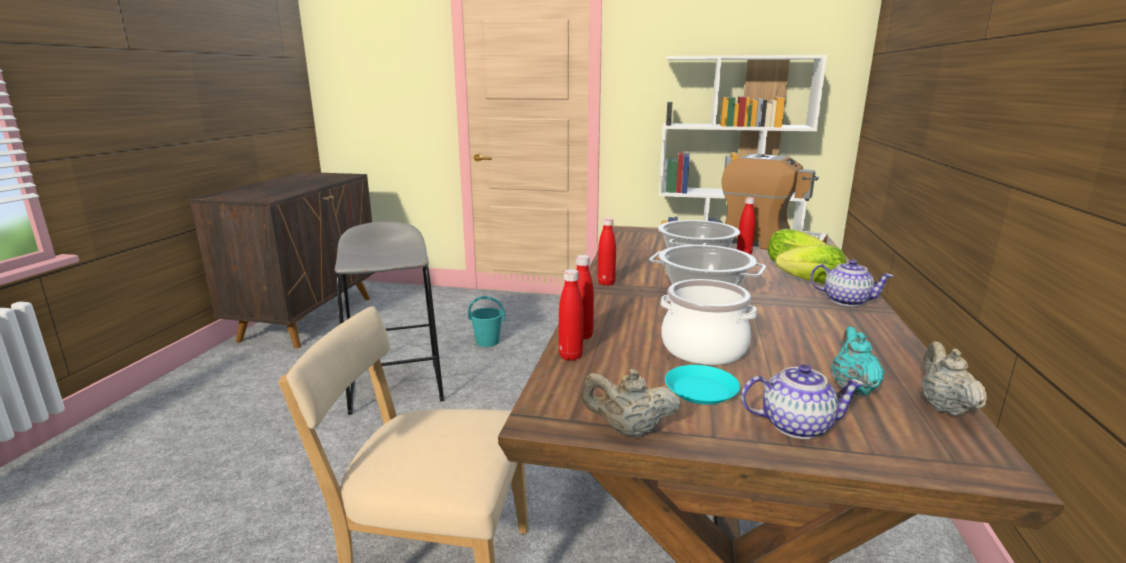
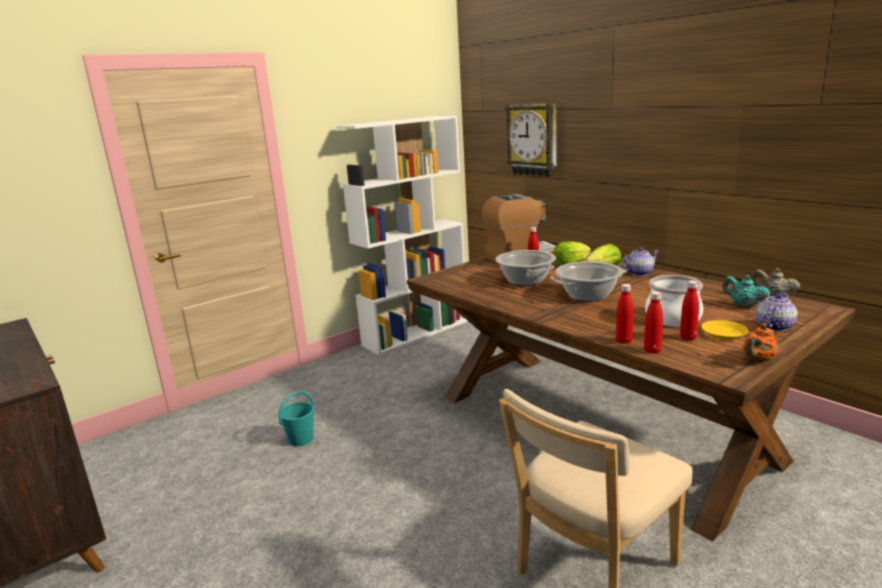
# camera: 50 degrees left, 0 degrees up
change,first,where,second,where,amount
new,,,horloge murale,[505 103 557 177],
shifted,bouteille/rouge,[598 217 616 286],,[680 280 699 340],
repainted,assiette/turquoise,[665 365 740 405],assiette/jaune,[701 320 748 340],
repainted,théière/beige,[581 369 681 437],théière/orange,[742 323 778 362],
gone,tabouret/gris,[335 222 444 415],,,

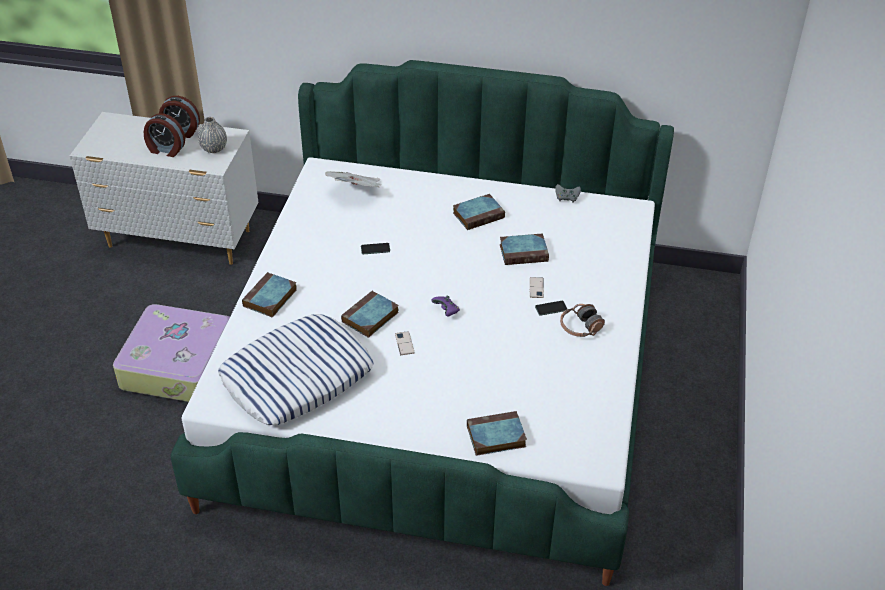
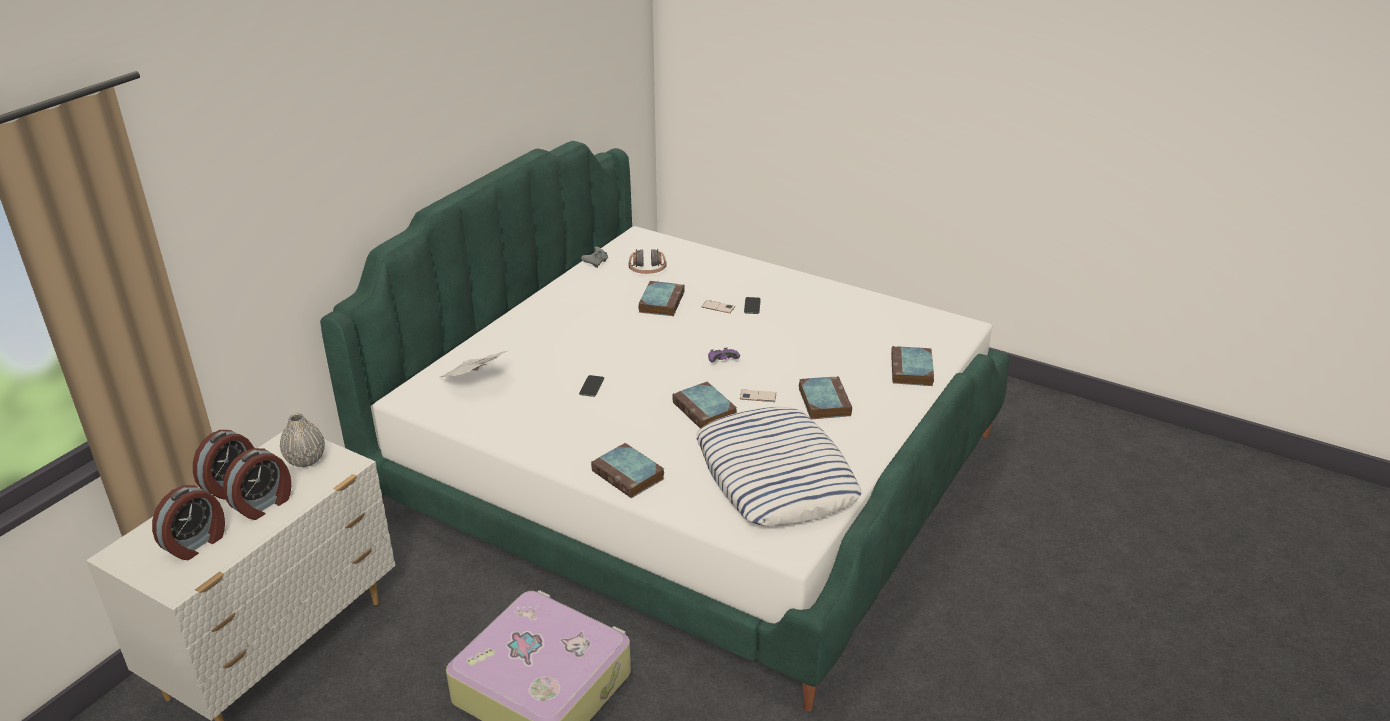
# camera: 70 degrees left, 10 degrees down
change,first,where,second,where,amount
new,,,réveil,[152 485 225 560],
shifted,casque audio,[560 304 605 337],,[628 249 667 274],
shifted,livre,[453 194 505 230],,[799 376 852 419],

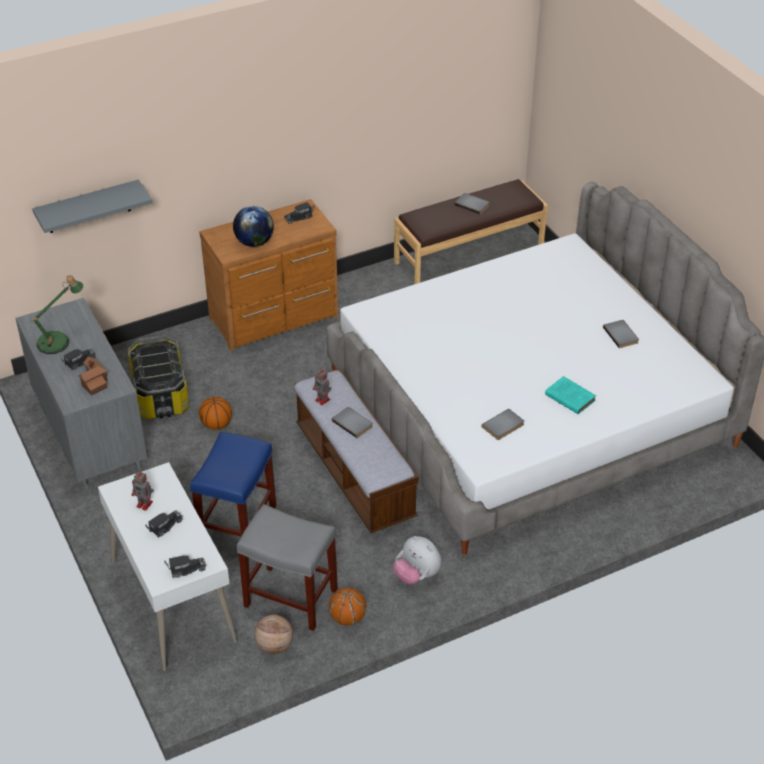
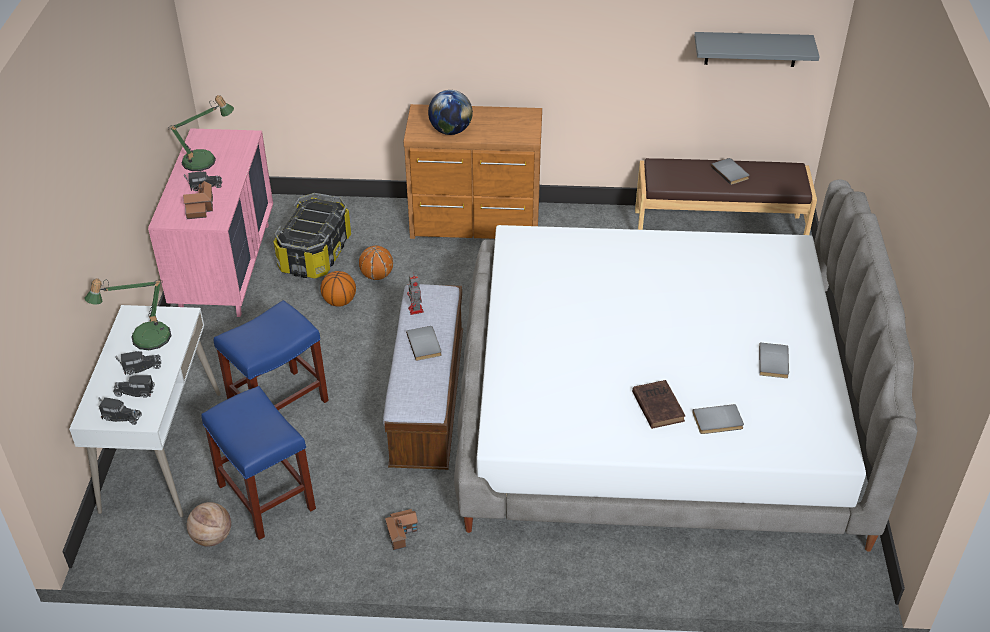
# camera: 30 degrees right, 0 degrees up
change,first,where,second,where,amount
swapped,robot jouet,[132 471 154 511],lampe de table,[84 279 172 350],
shifted,camion jouet,[284 202 315 224],,[113 375 155 398],
repainted,commode/gris,[15 298 147 490],commode/rose,[148 128 273 317],
repainted,tabouret/gris,[237 504 338 631],tabouret/bleu,[201 386 316 540],
shifted,ballon de basket,[329 587 366 626],,[359 246 393 280],
swapped,peluche,[393 536 441 585],maison miniature,[385 509 418 550],
repainted,livre/turquoise,[545 376 596 414],livre/marron,[632 380 685 429],
shifted,livre/gris,[482 408 524 440],,[692 404 744 434],
shifted,étagère/gris,[32 180 152 233],,[694 32 820 67],

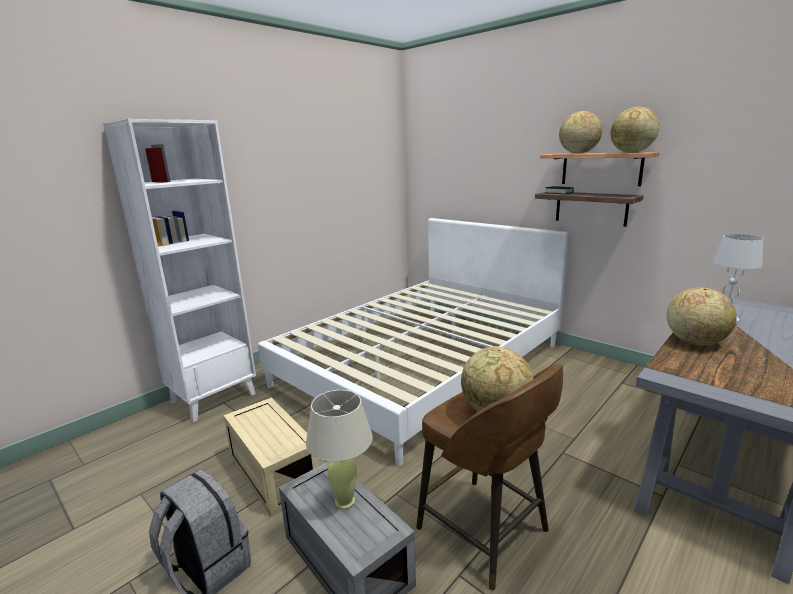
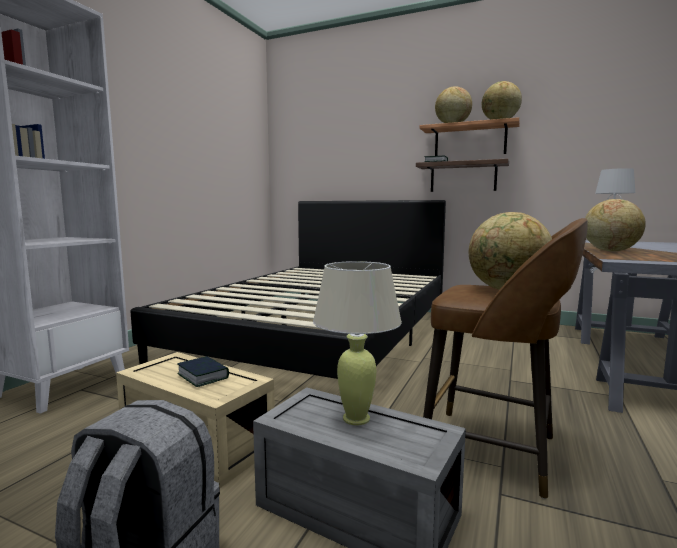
# camera: 20 degrees left, 10 degrees down
change,first,where,second,where,amount
repainted,lit/blanc,[258 218 570 466],lit/noir,[130 200 446 379],
new,,,livre,[177 356 229 387],

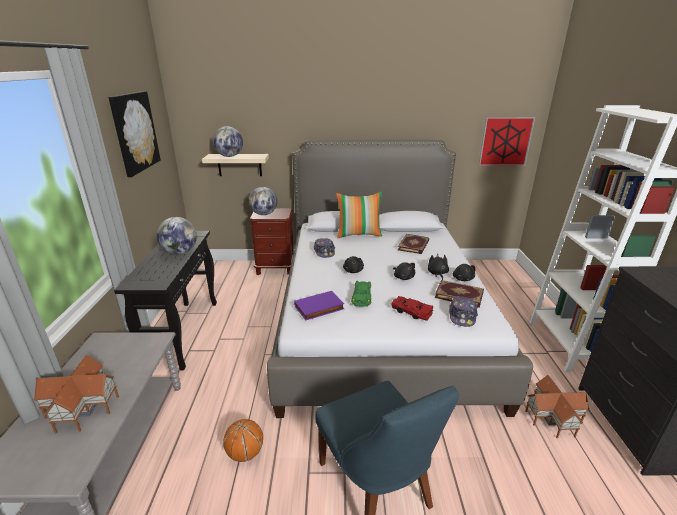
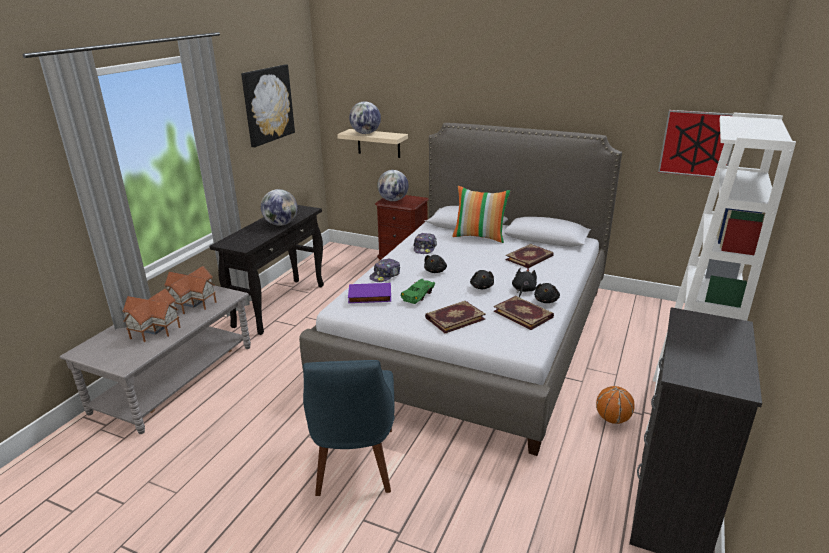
# camera: 25 degrees right, 0 degrees up
change,first,where,second,where,amount
shifted,maison miniature,[525 375 590 438],,[165 266 216 314],
shifted,casquette,[449 296 478 327],,[370 258 400 282],
swapped,petite voiture/rouge,[391 296 433 321],livre,[425 301 486 333],
shifted,ballon de basket,[223 419 263 462],,[596 386 635 424],

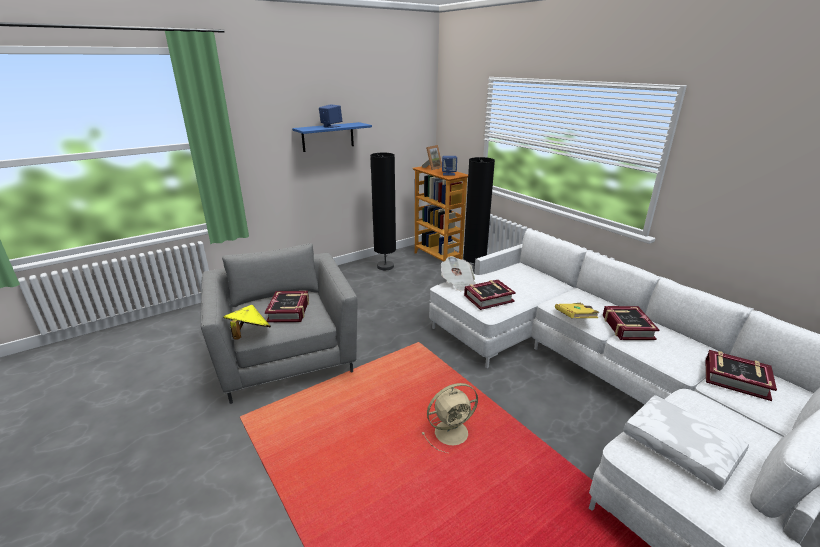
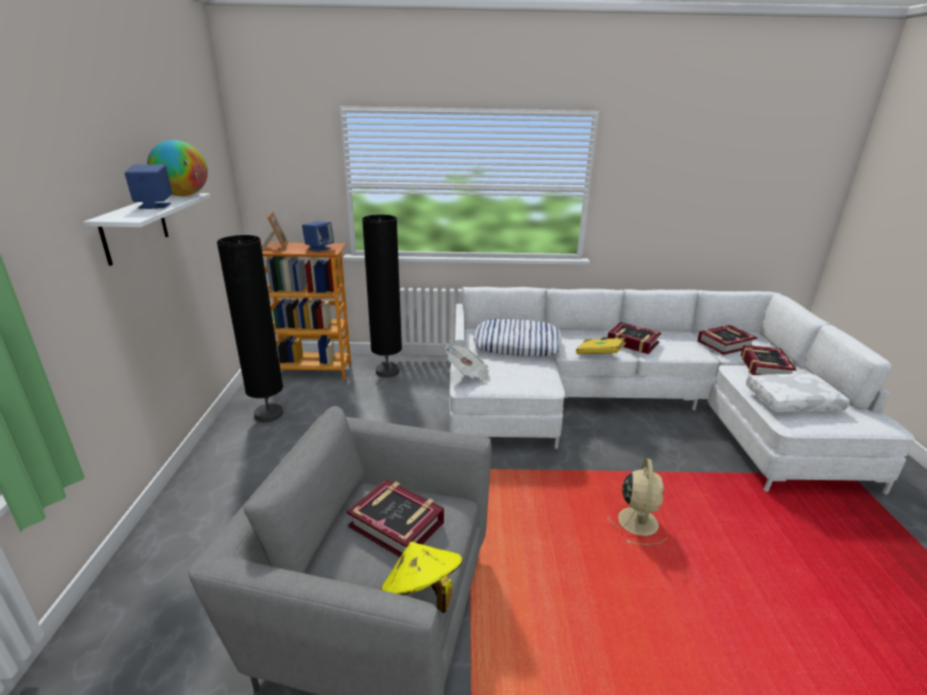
# camera: 55 degrees left, 0 degrees up
change,first,where,second,where,amount
repainted,étagère/bleu,[292 122 372 152],étagère/blanc,[83 193 211 266],
new,,,globe,[147 140 208 196],
new,,,coussin,[474 319 562 356],
shifted,livre,[464 280 516 310],,[741 345 797 375],

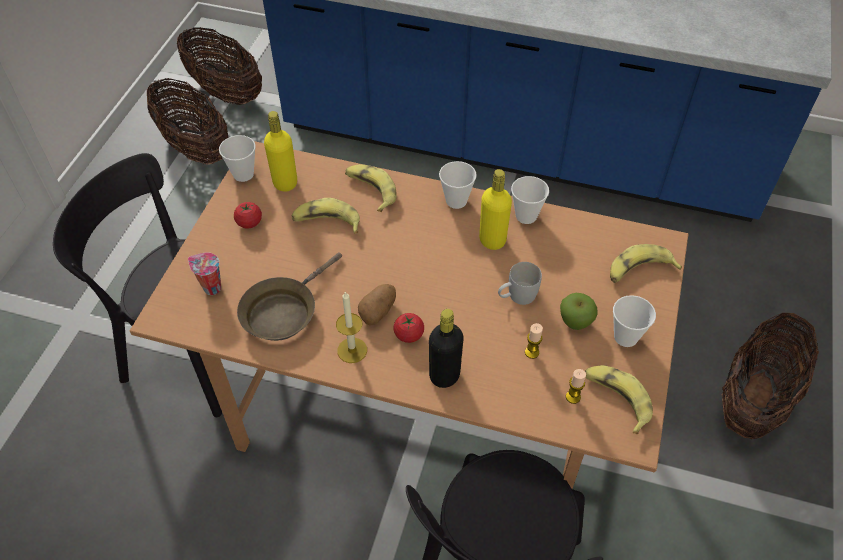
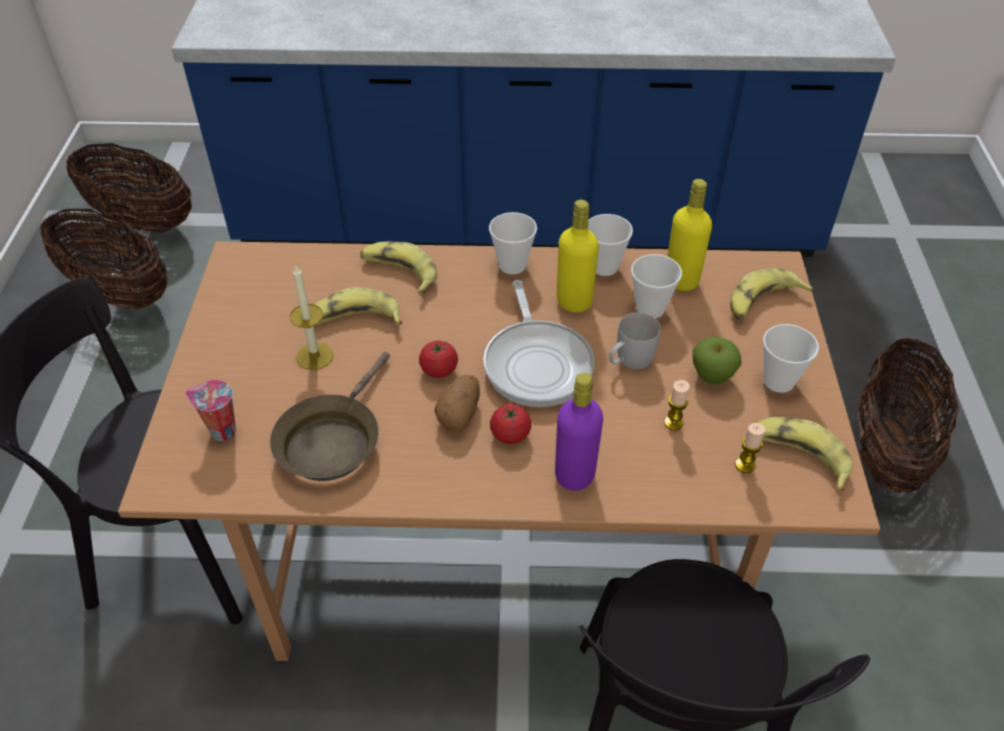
# camera: 15 degrees left, 5 degrees down
change,first,where,second,where,amount
shifted,bougie,[336 292 367 363],,[290 264 334 370],
shifted,tomate,[234 202 262 229],,[419 341 458 378],
new,,,poêle,[483 280 595 407],
repainted,bouteille/noir,[429 309 464 388],bouteille/violet,[555 373 603 491],
shifted,tasse,[219 135 256 182],,[631 254 682 318],
shifted,bouteille/jaune,[264 111 297 192],,[667 179 712 291],

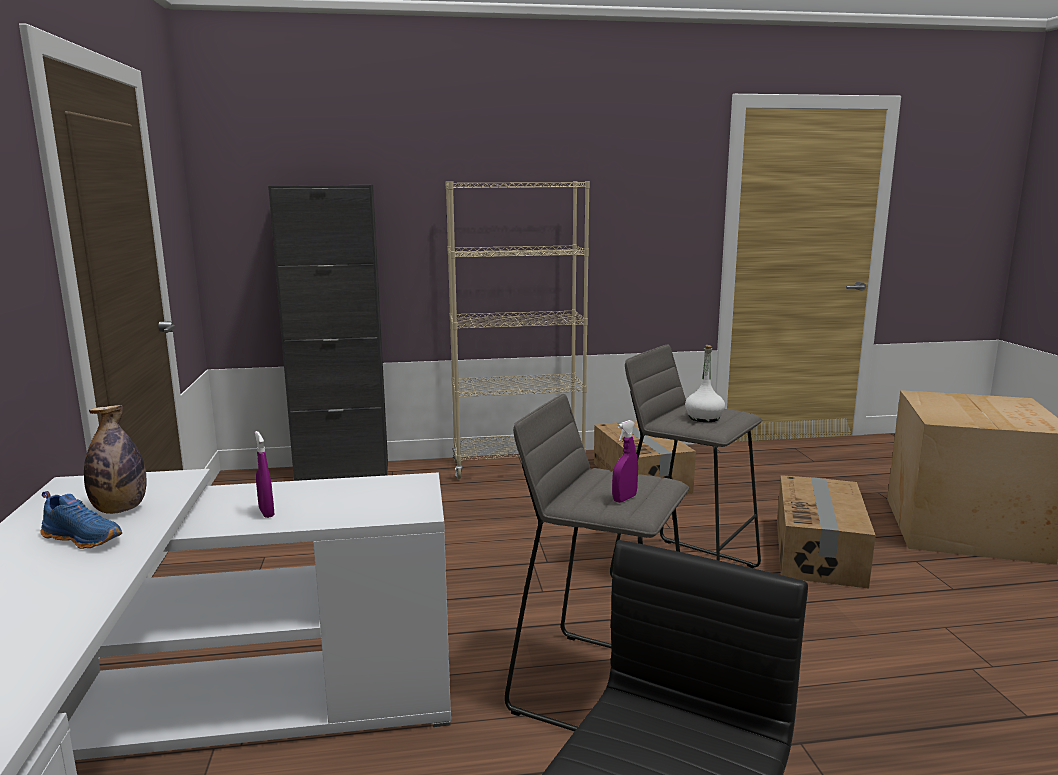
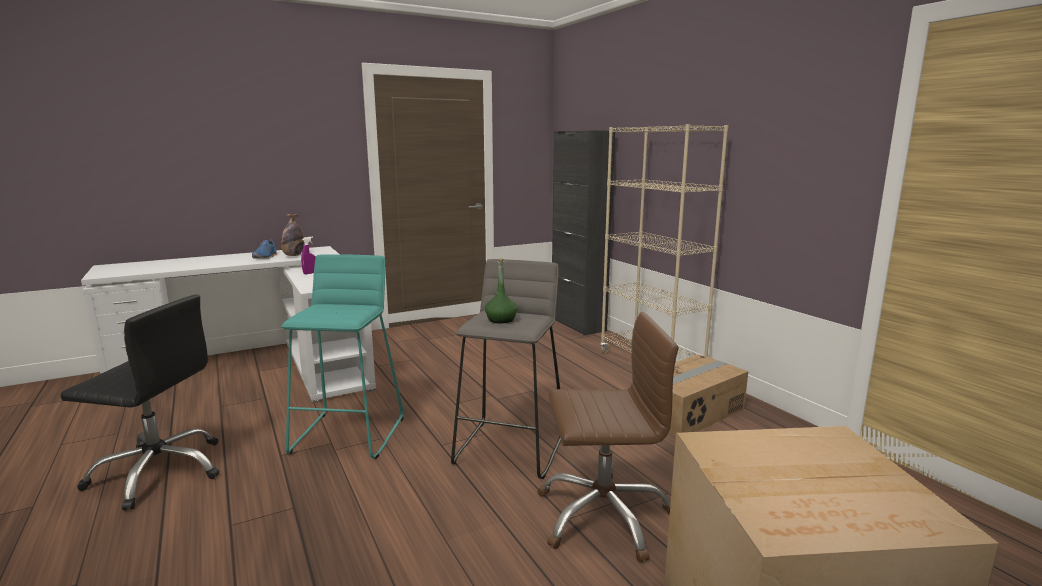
# camera: 70 degrees right, 0 degrees up
change,first,where,second,where,amount
repainted,tabouret/gris,[504 394 689 731],tabouret/turquoise,[281 254 404 459],
repainted,bouteille/blanc,[685 345 725 422],bouteille/vert,[485 258 518 323],
swapped,carton,[777 475 876 589],chaise de bureau/marron,[537 312 679 562],
gone,vaporisateur/violet,[612 420 638 503],,,

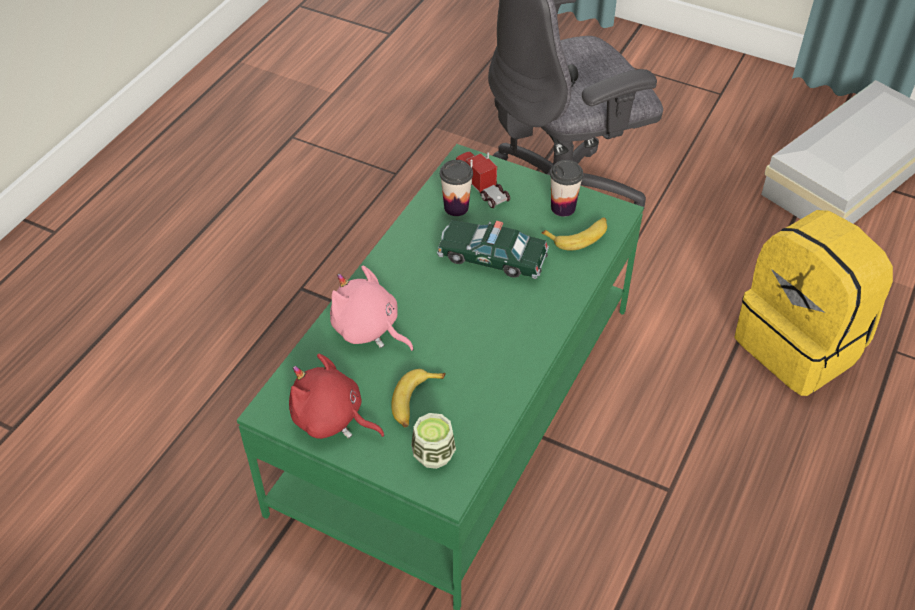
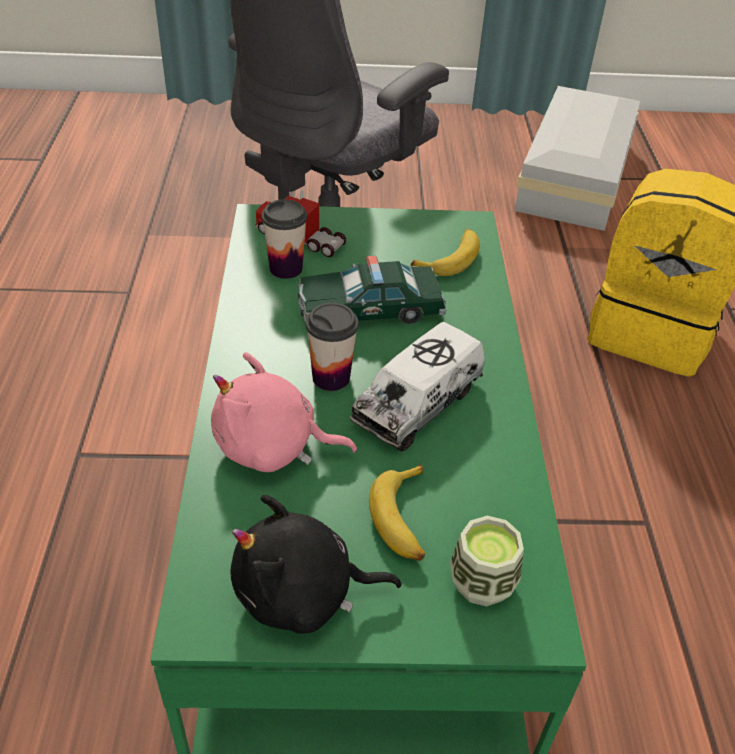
# camera: 30 degrees left, 5 degrees down
change,first,where,second,where,amount
repainted,peluche/rouge,[289 354 385 439],peluche/noir,[231 495 402 634],
shifted,tasse,[550 160 583 217],,[306 303 359 391],
new,,,camion jouet,[350 322 485 451],

